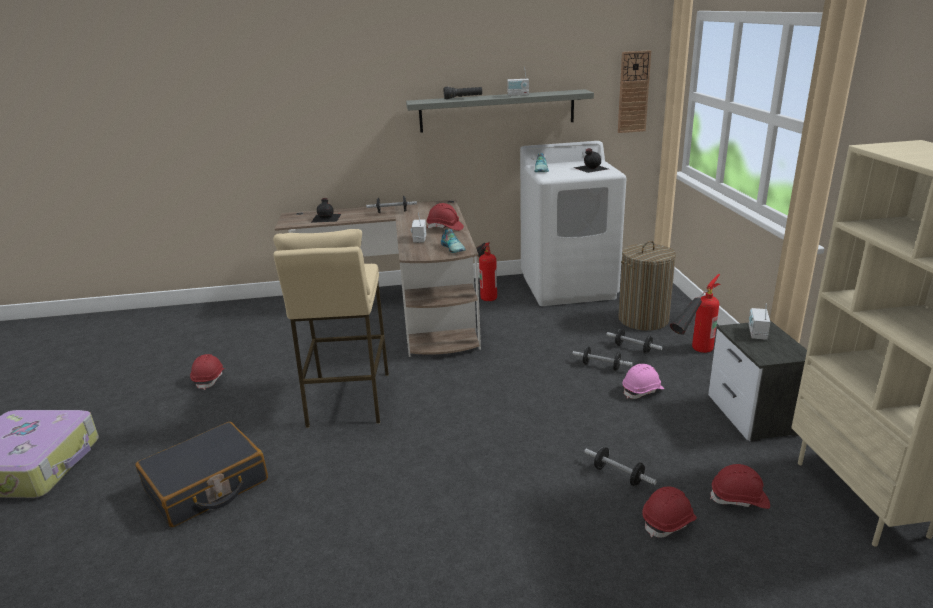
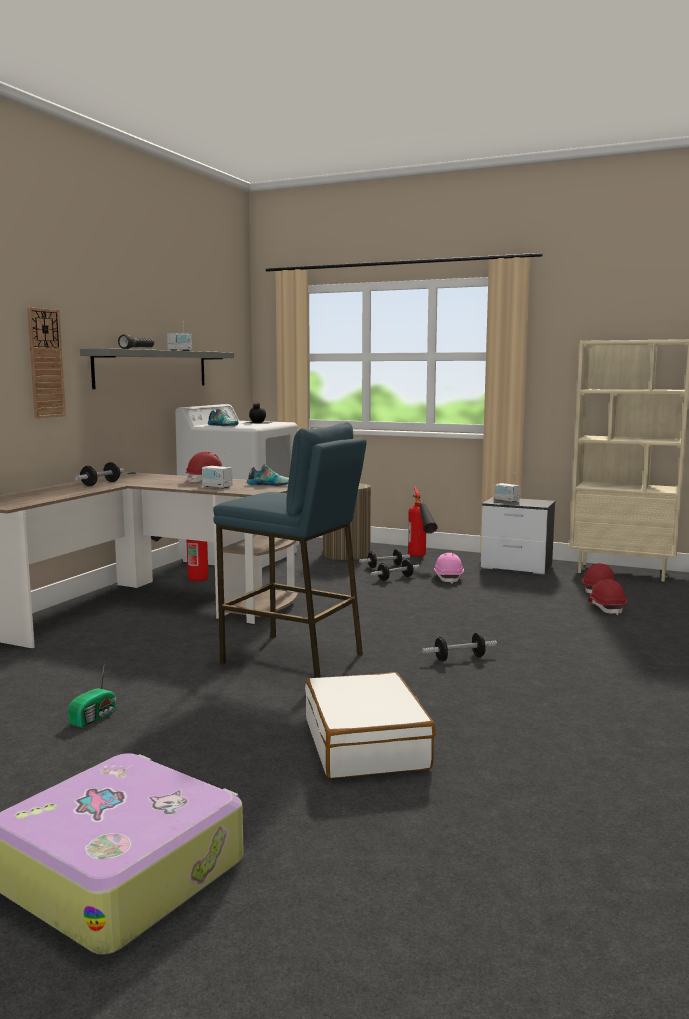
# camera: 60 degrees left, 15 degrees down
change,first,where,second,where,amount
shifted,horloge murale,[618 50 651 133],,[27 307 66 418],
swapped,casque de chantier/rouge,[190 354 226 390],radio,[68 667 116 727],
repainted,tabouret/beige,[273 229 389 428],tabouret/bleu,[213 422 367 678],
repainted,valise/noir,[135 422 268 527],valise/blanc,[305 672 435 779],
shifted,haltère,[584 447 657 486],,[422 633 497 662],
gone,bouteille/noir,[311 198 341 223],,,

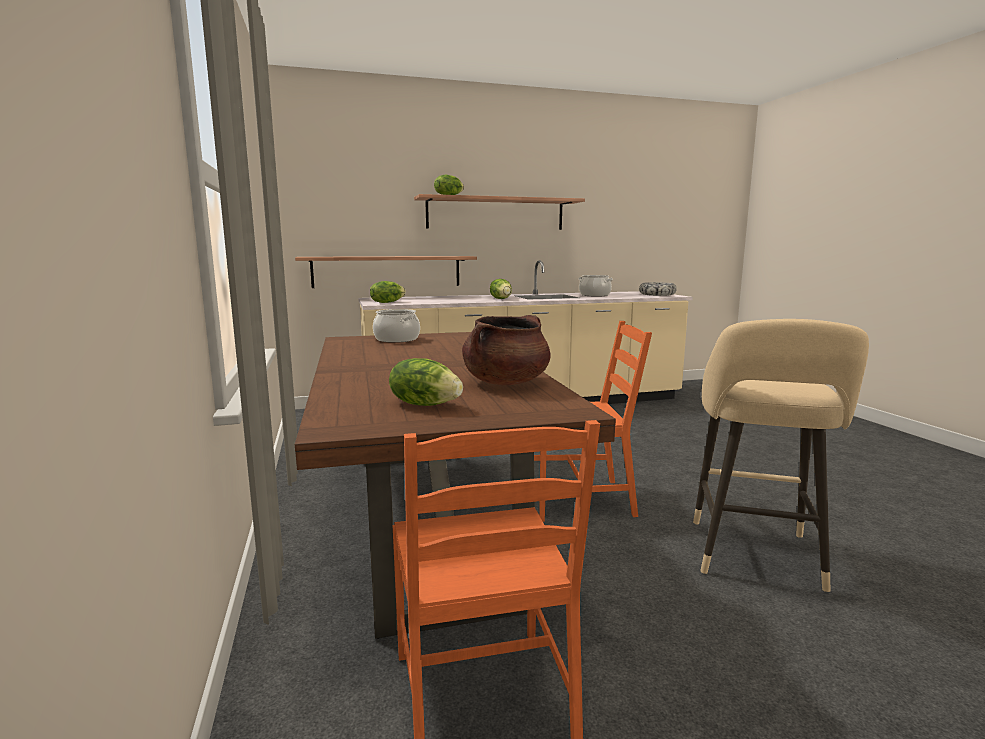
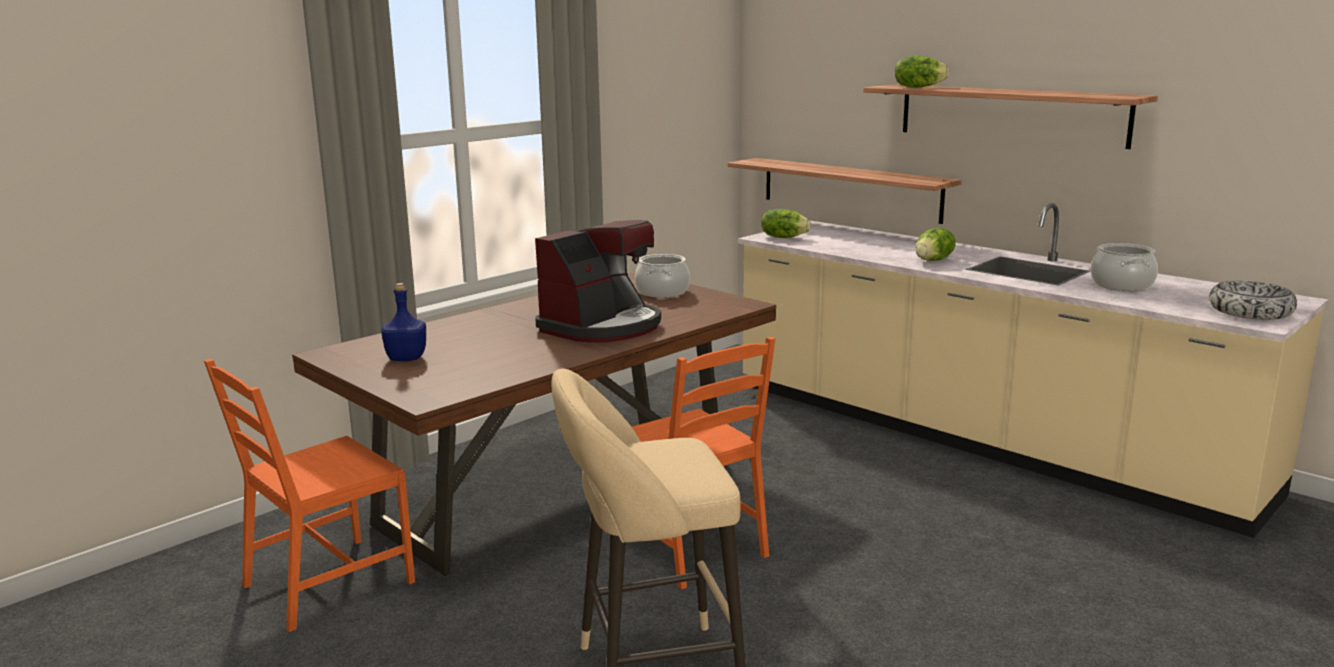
# camera: 60 degrees right, 5 degrees up
change,first,where,second,where,amount
swapped,laitue,[389 358 463 406],bouteille/bleu,[381 283 426 361],
new,,,machine à café,[535 220 661 343],
gone,marmite/marron,[462 315 550 385],,,

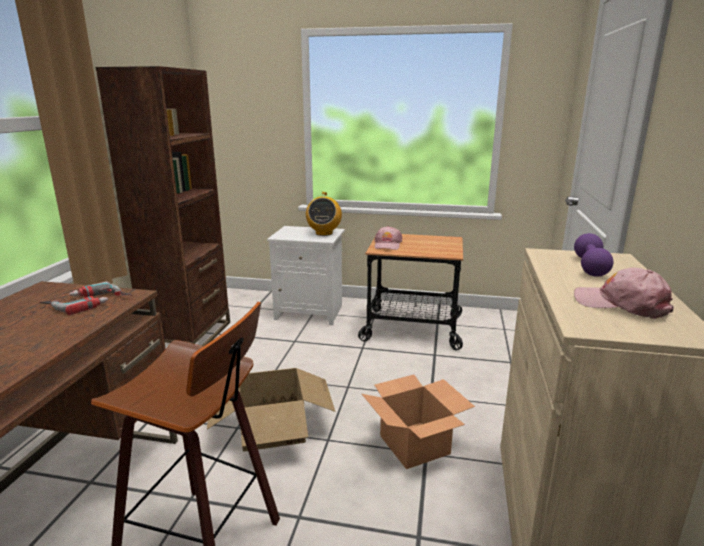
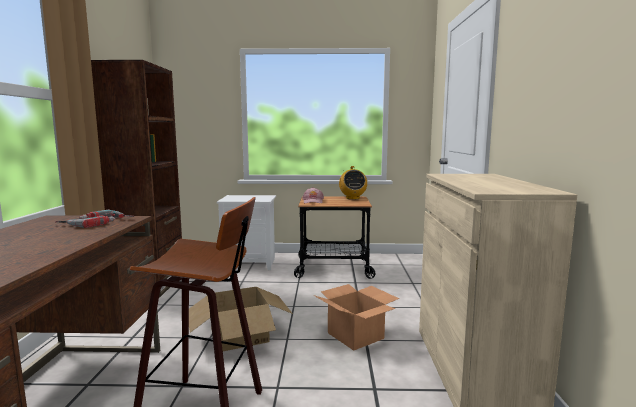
# camera: 10 degrees left, 10 degrees down
change,first,where,second,where,amount
shifted,radio,[306 192 342 236],,[339 166 367 200],
gone,haltère/violet,[574 233 614 277],,,
gone,casquette/rose,[574 268 674 319],,,

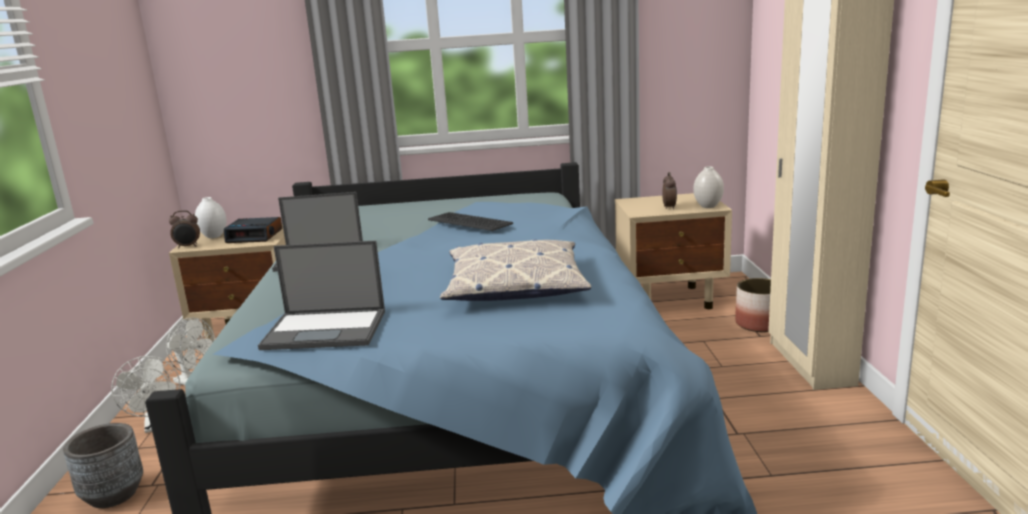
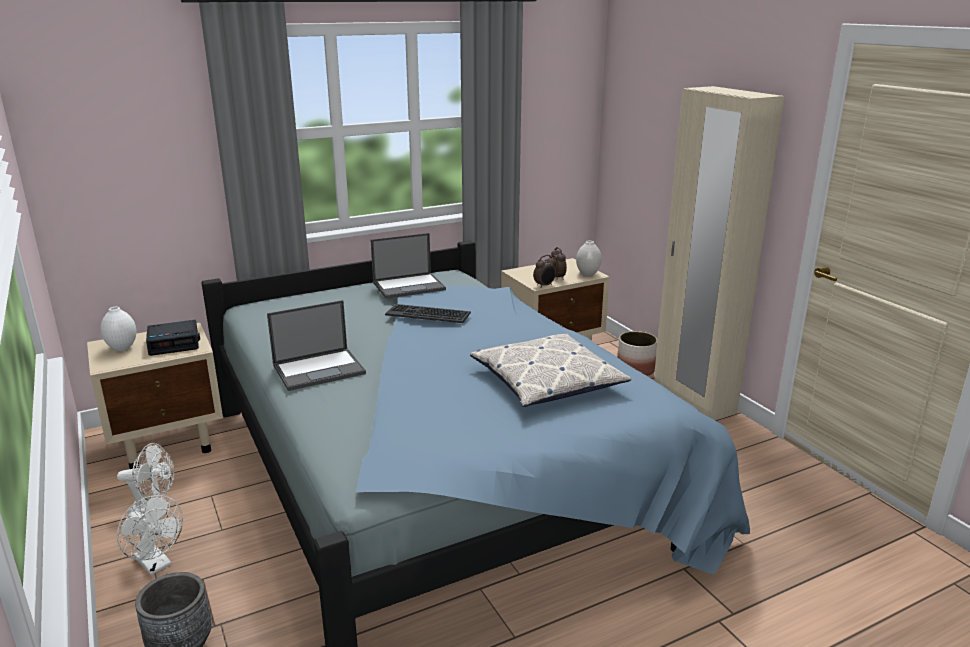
# camera: 25 degrees left, 5 degrees up
change,first,where,second,where,amount
shifted,ordinateur portable,[258 241 385 350],,[371 233 446 299],
shifted,réveil,[169 210 200 249],,[533 255 556 288],

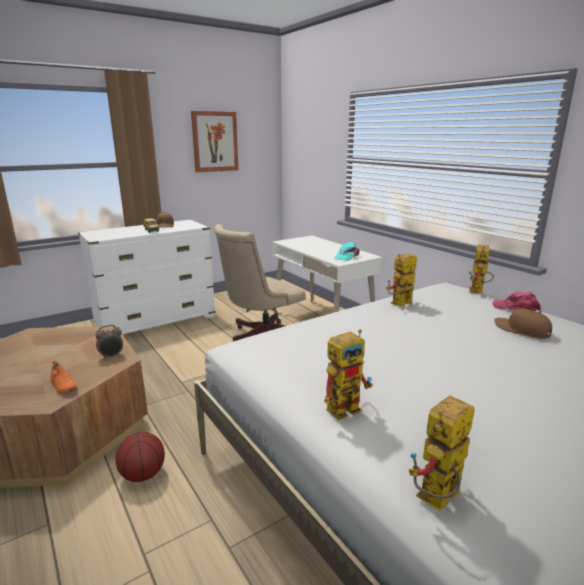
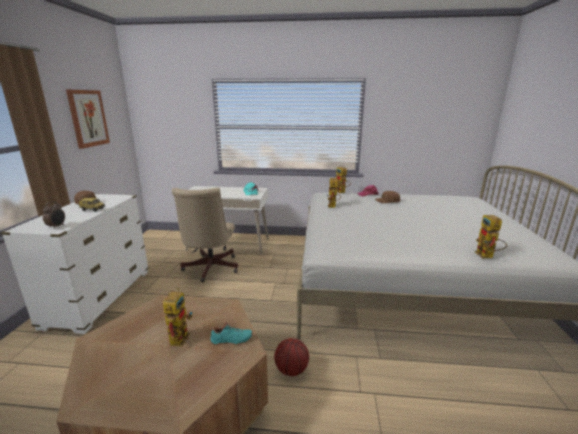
# camera: 50 degrees left, 0 degrees up
change,first,where,second,where,amount
shifted,réveil,[95 325 123 359],,[43 201 65 229],
shifted,robot jouet,[325 329 373 420],,[163 288 192 346],
repainted,chaussure/orange,[51 361 77 394],chaussure/turquoise,[210 321 253 345],

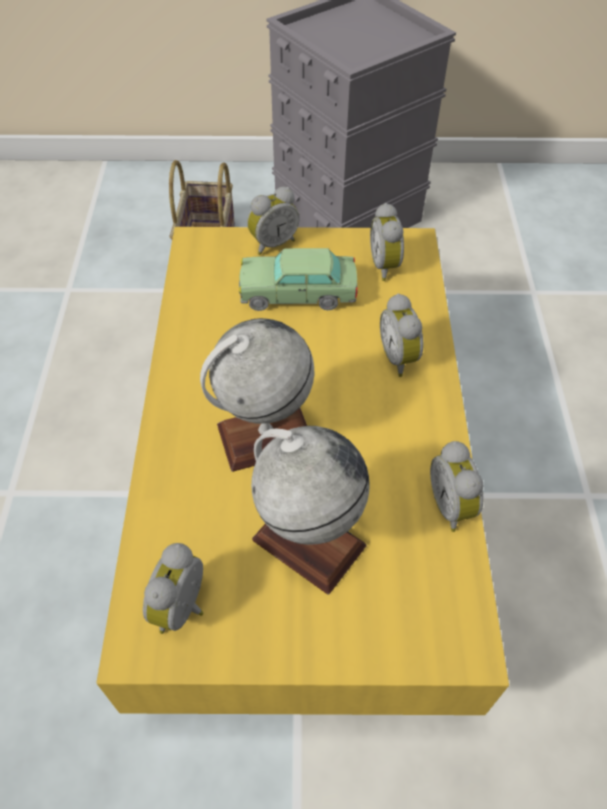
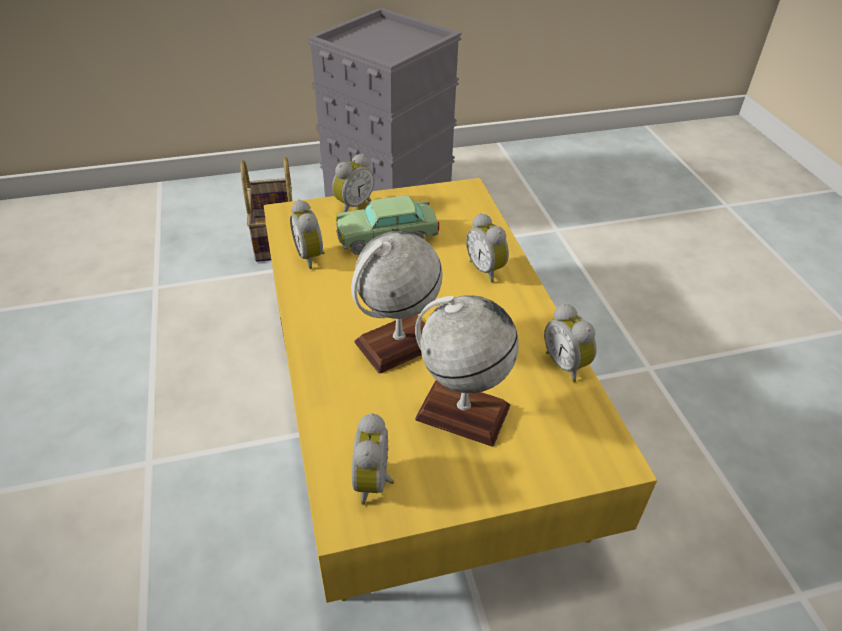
# camera: 15 degrees left, 10 degrees down
change,first,where,second,where,amount
shifted,réveil,[370 203 404 281],,[290 200 325 269],

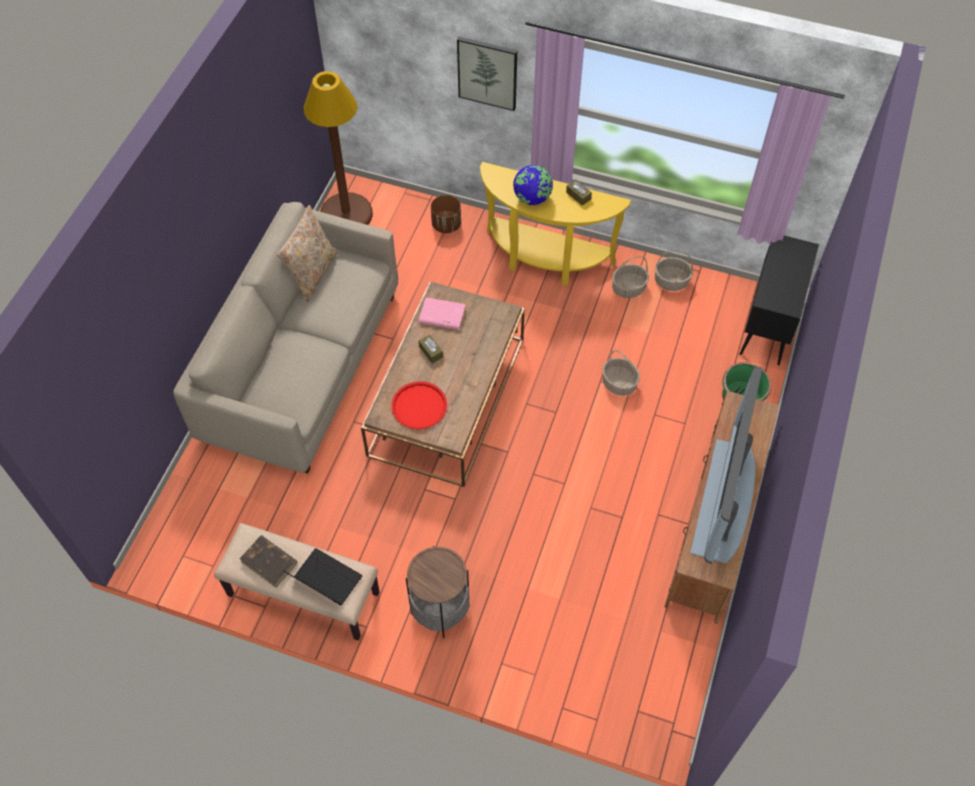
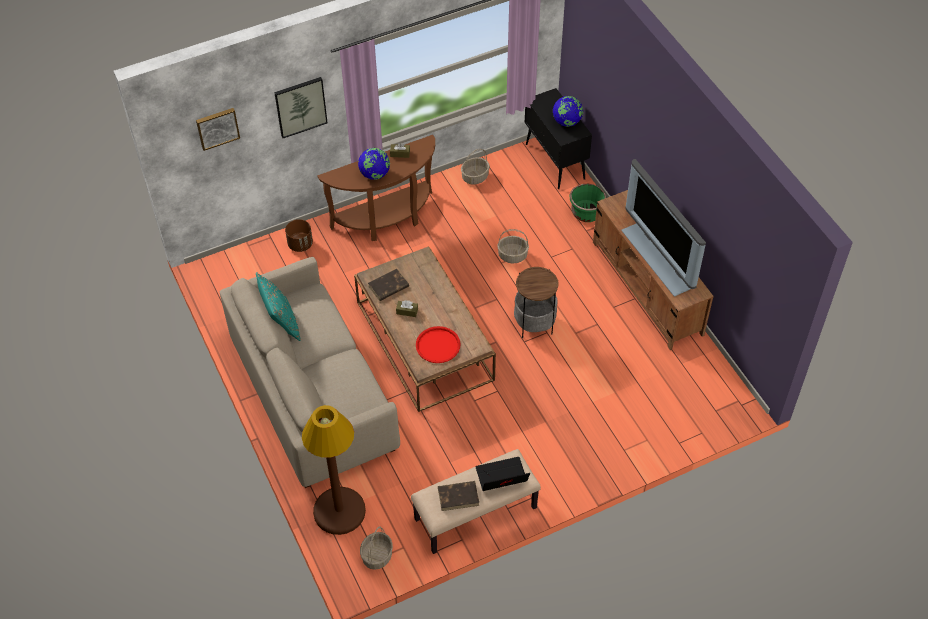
# camera: 45 degrees left, 5 degrees down
change,first,where,second,where,amount
new,,,tableau,[196 108 240 151],
repainted,coussin/beige,[277 205 338 302],coussin/turquoise,[256 272 301 341],
shifted,lampadaire/marron,[303 71 373 225],,[302 405 366 535],
repainted,table console/jaune,[480 162 631 285],table console/marron,[317 135 435 241],
shifted,panier,[612 256 649 298],,[360 526 393 570],
repainted,livre/rose,[419 297 466 330],livre/marron,[368 269 409 301],
shifted,table d'appoint,[406 546 470 638],,[514 267 559 338],
new,,,globe,[553 96 583 127],

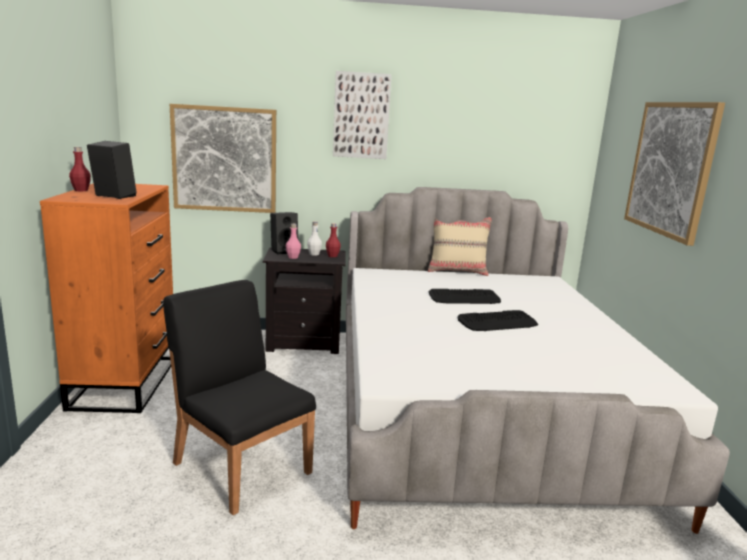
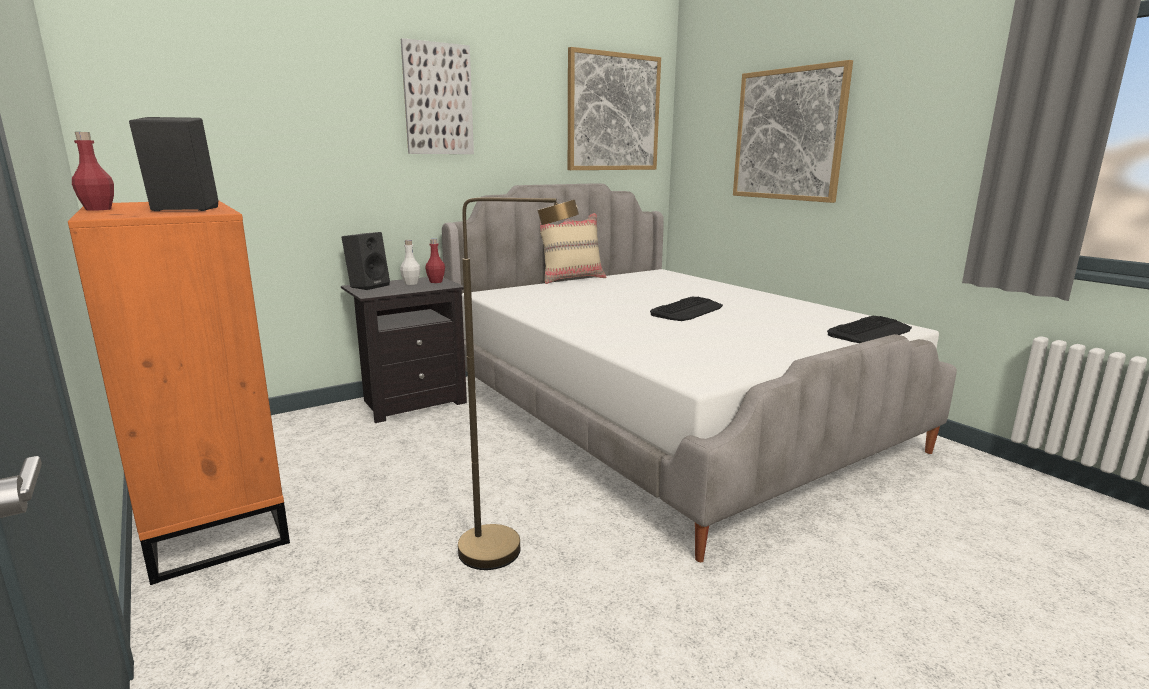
# camera: 30 degrees left, 0 degrees up
change,first,where,second,where,amount
swapped,chaise/noir,[163 280 316 515],lampadaire/marron,[458 197 579 570],
shifted,tableau,[170 104 276 213],,[568 47 661 170],
shifted,clavier,[429 289 501 304],,[827 316 912 343],
gone,bouteille/rose,[285 224 301 259],,,

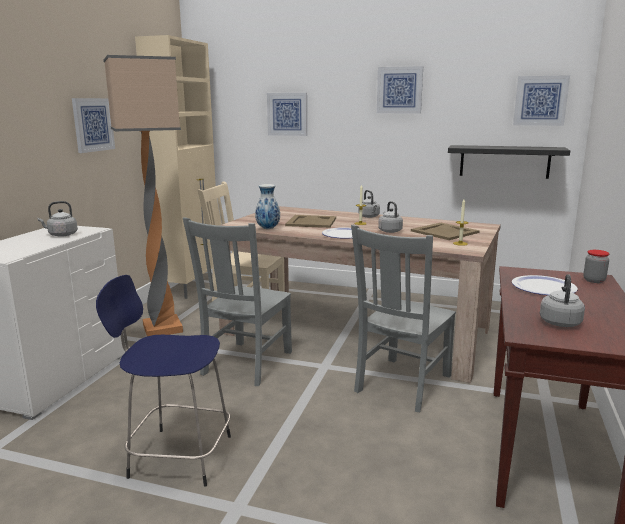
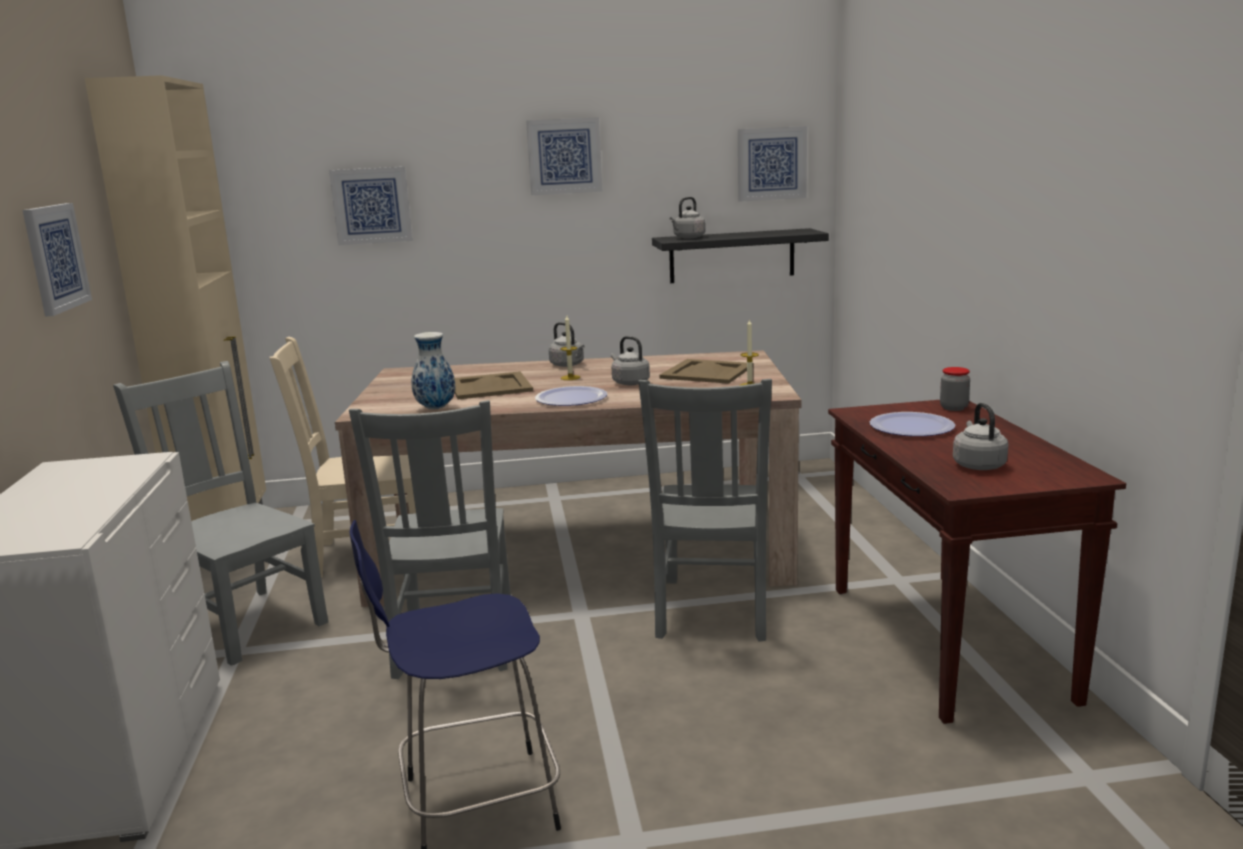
# camera: 25 degrees left, 0 degrees up
change,first,where,second,where,amount
swapped,lampadaire,[103 55 183 336],chaise/gris,[113 361 328 666],
shifted,bouilloire/gris,[38 201 78 237],,[670 197 706 239],

